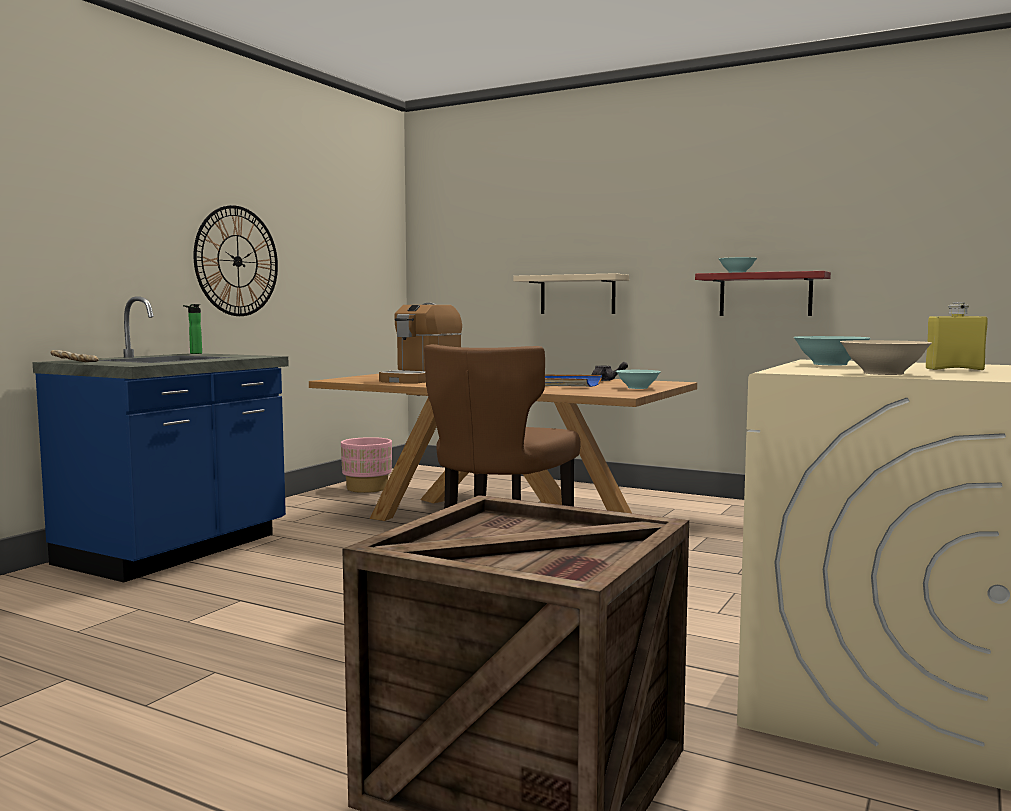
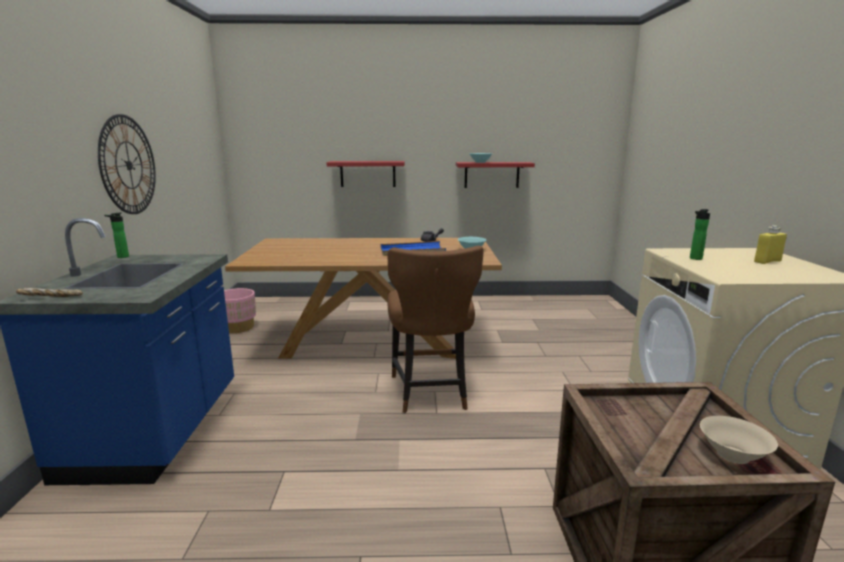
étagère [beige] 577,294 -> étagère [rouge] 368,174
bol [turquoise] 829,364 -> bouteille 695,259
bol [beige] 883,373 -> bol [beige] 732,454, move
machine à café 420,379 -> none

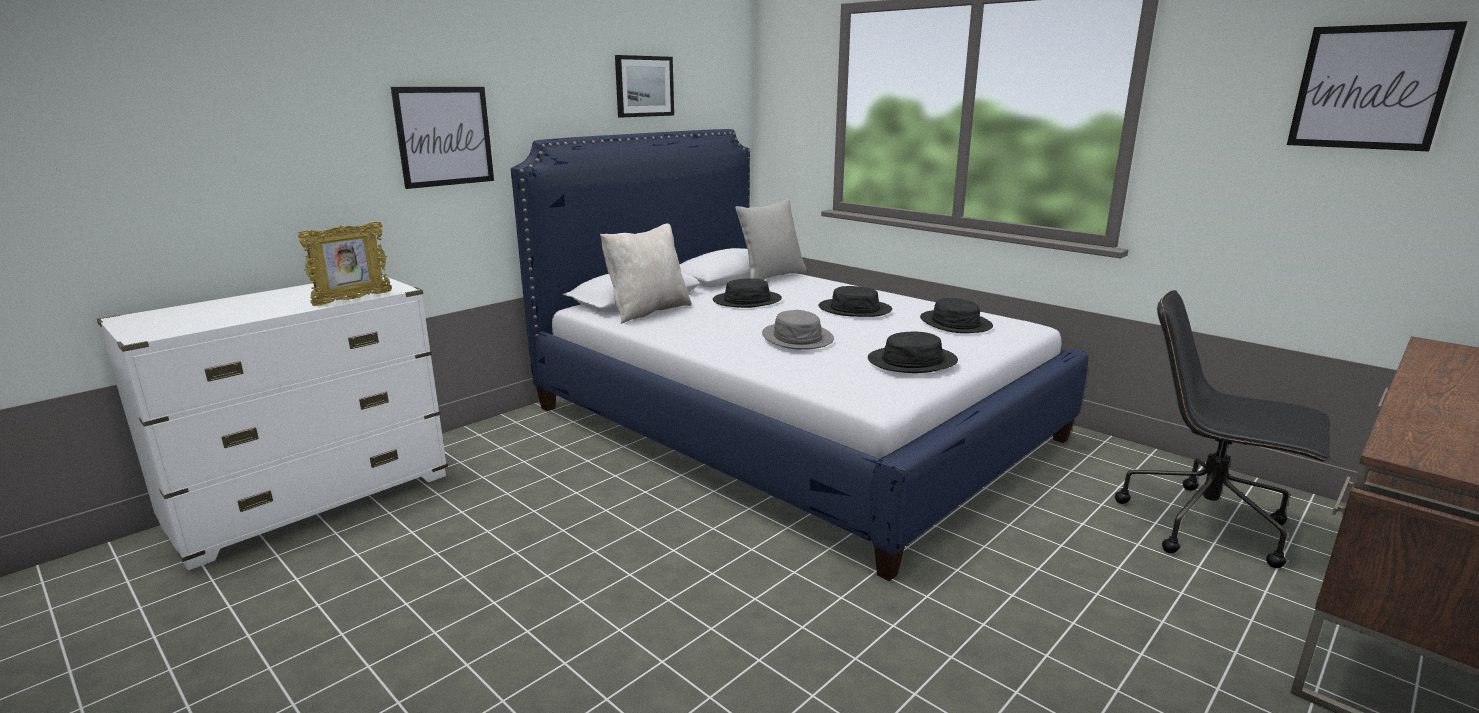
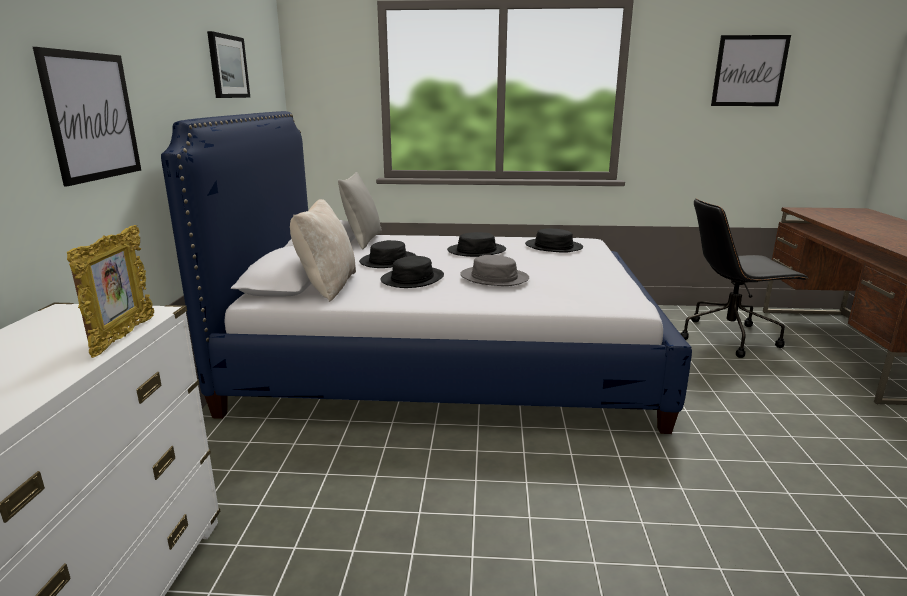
chapeau [noir] 912,361 -> chapeau [noir] 412,279, move

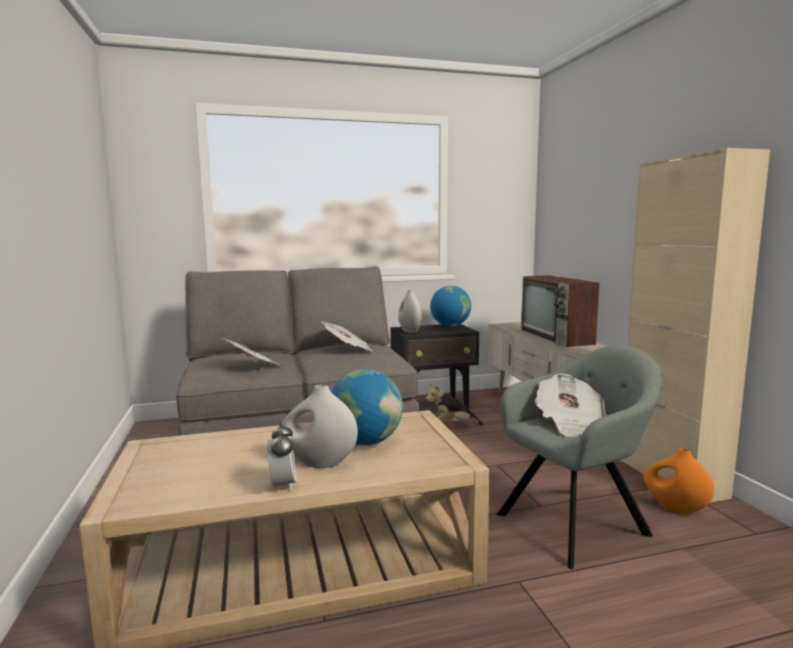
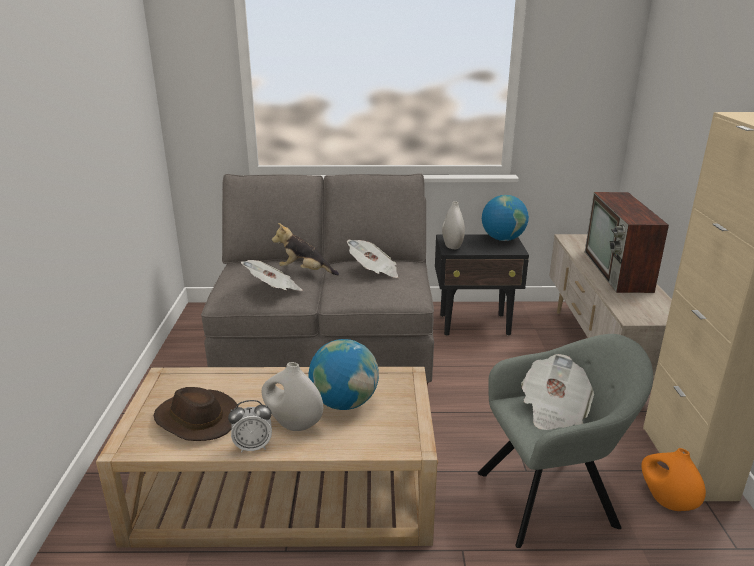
none -> chapeau [marron] 195,419
réveil 283,485 -> réveil 253,446, 75 degrees clockwise
peluche 452,425 -> peluche 305,272, move

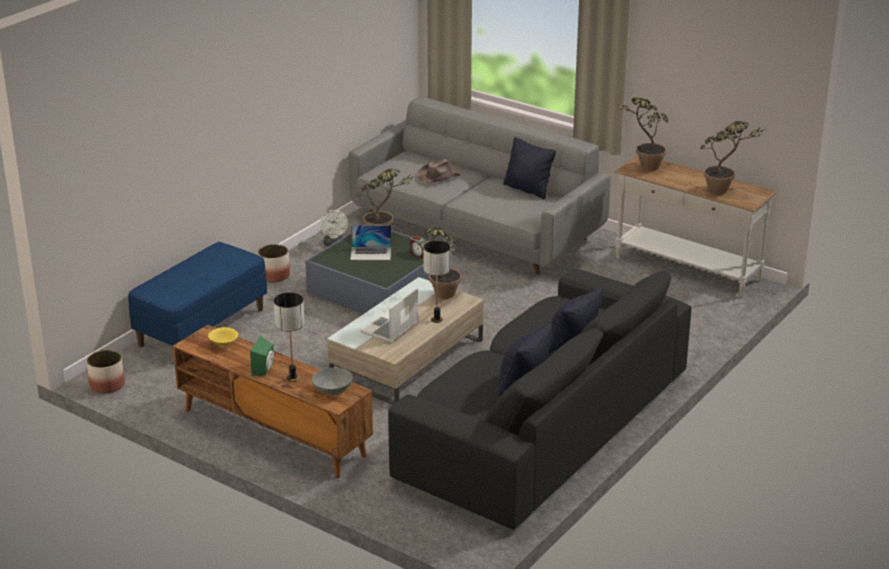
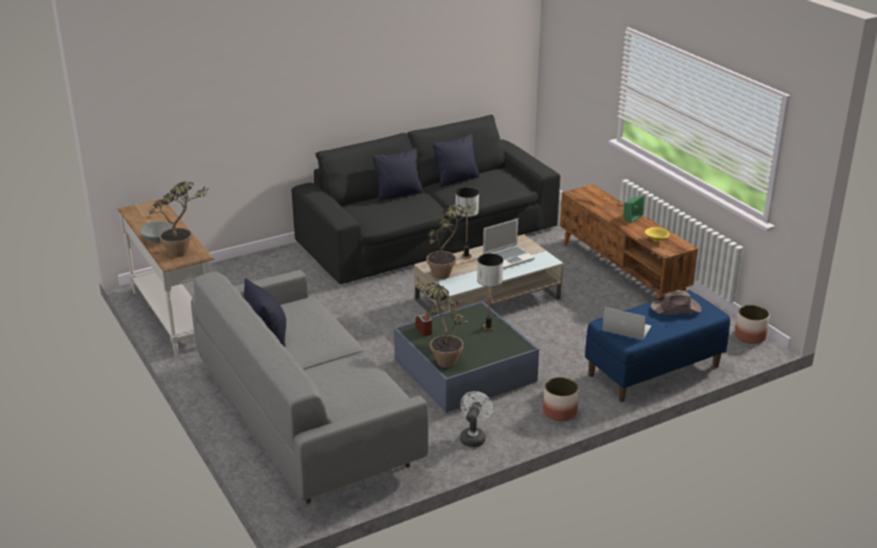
bol [gris] 333,390 -> bol [gris] 157,239, move
lampe de table 292,378 -> lampe de table 488,328, move
ordinateur portable 371,253 -> ordinateur portable 626,328, move
chapeau [marron] 438,175 -> chapeau [marron] 676,308, move
plante en pot 724,192 -> none

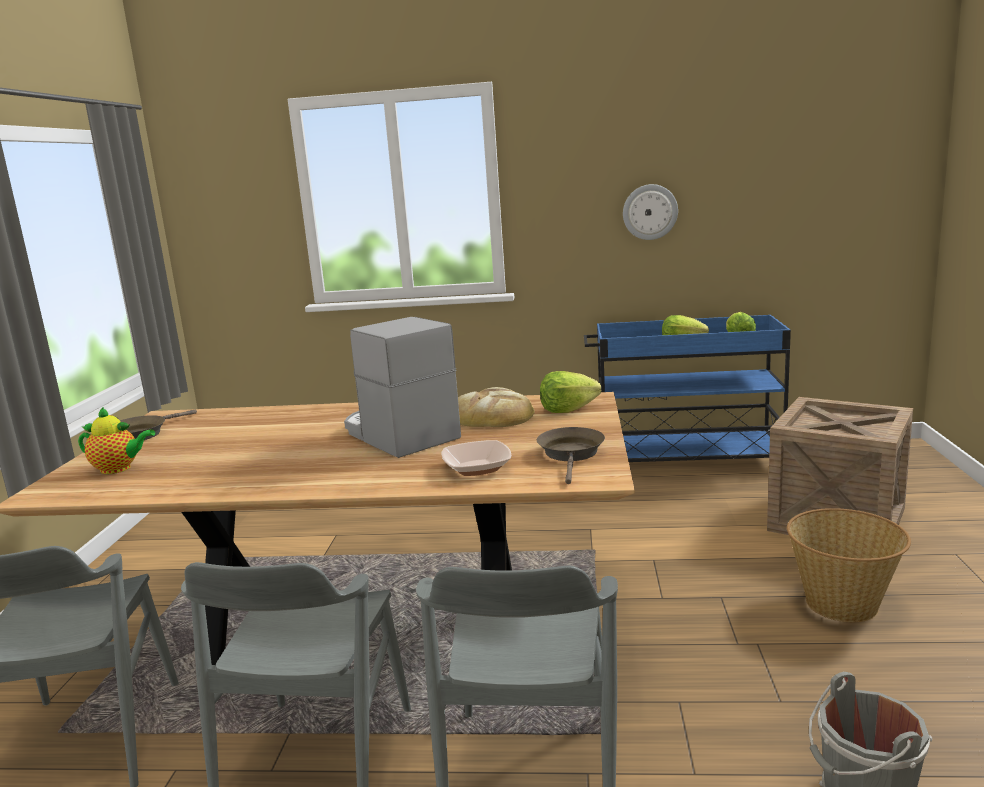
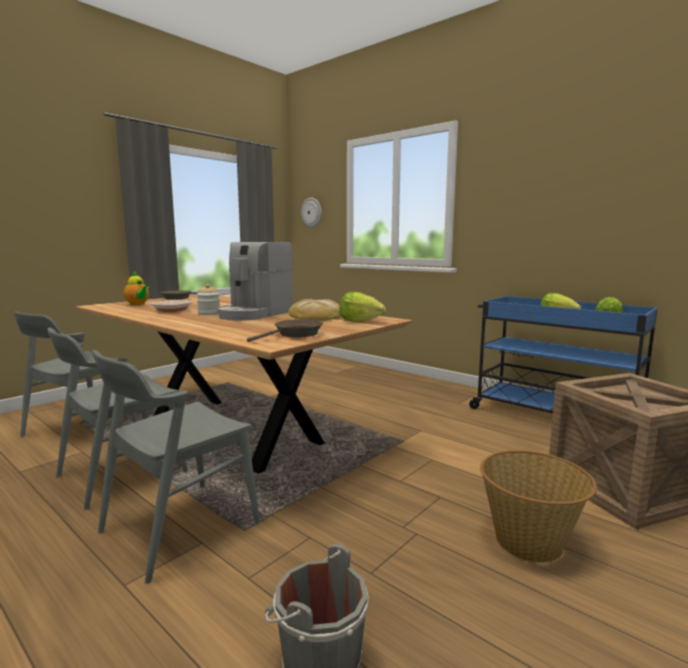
bol 477,468 -> bol 172,310, move
none -> bocal 209,314
machine à café 398,435 -> machine à café 254,314, 150 degrees counterclockwise
horloge murale 650,212 -> horloge murale 311,212, move

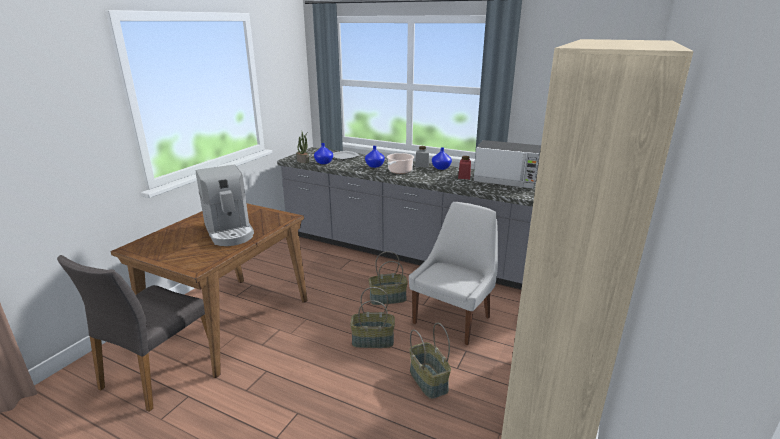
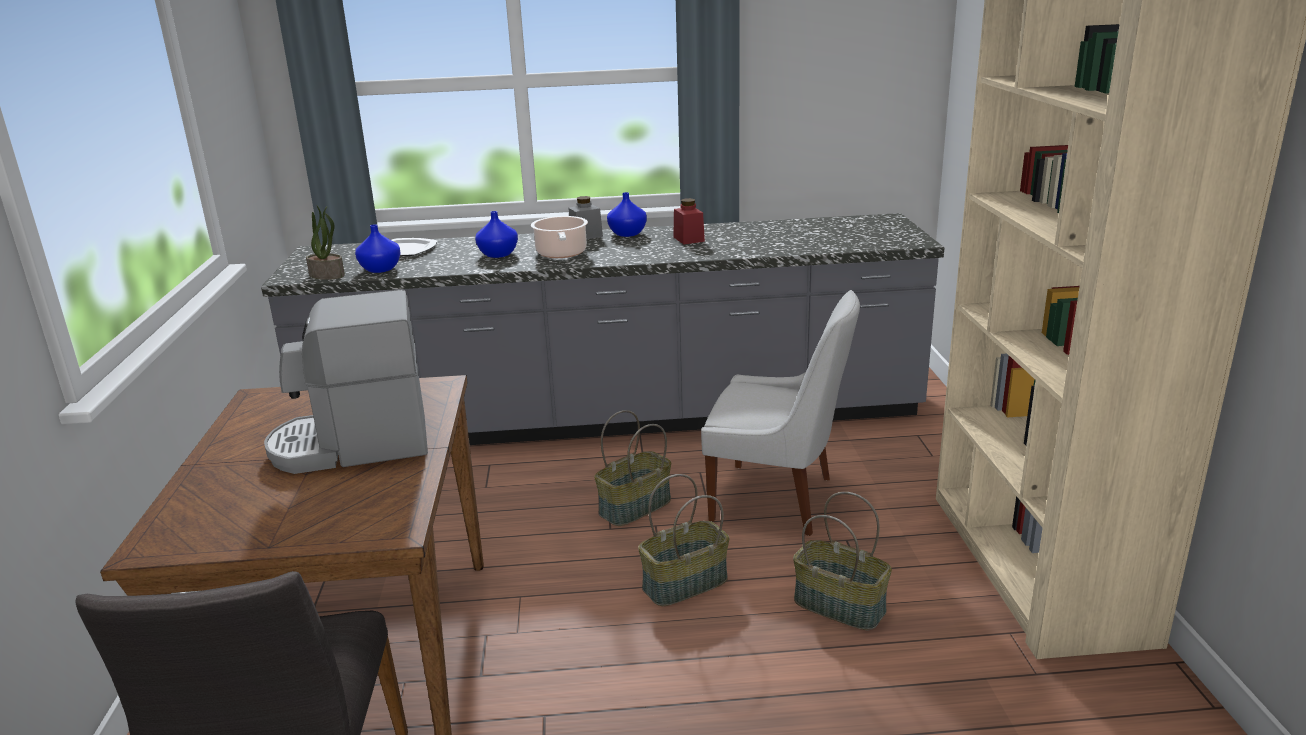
machine à café 229,231 -> machine à café 353,445, 135 degrees clockwise
chaise [blanc] 453,319 -> chaise [blanc] 777,500, 105 degrees clockwise
micro-ondes 506,181 -> none

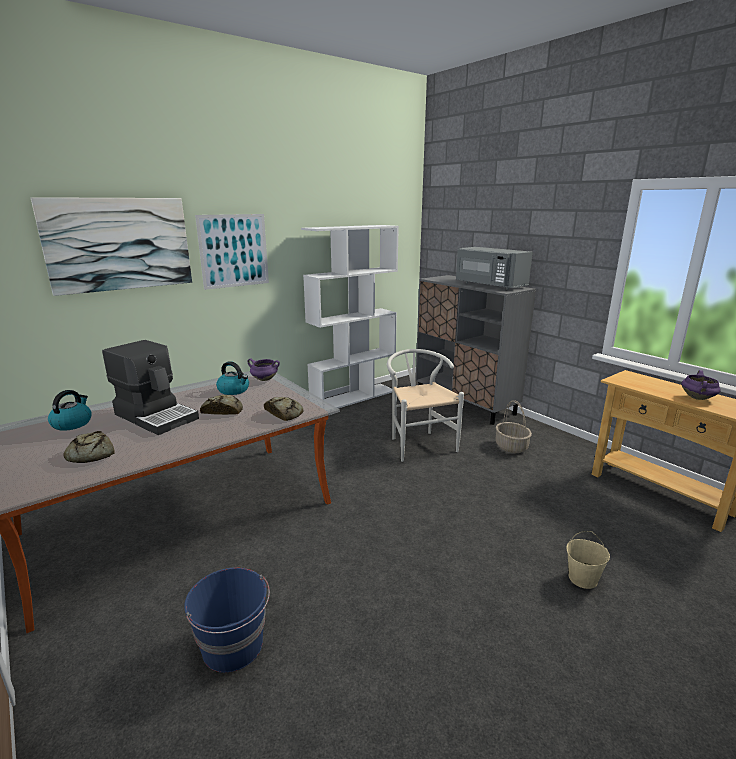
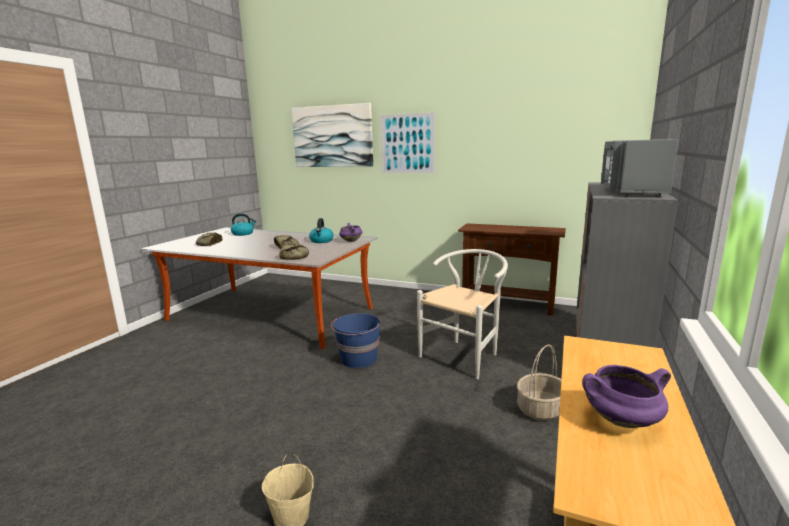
seau [bleu] 233,646 -> seau [bleu] 358,359, move
bibliothèque [blanc] 353,397 -> table console [marron] 507,304
machine à café 157,416 -> none

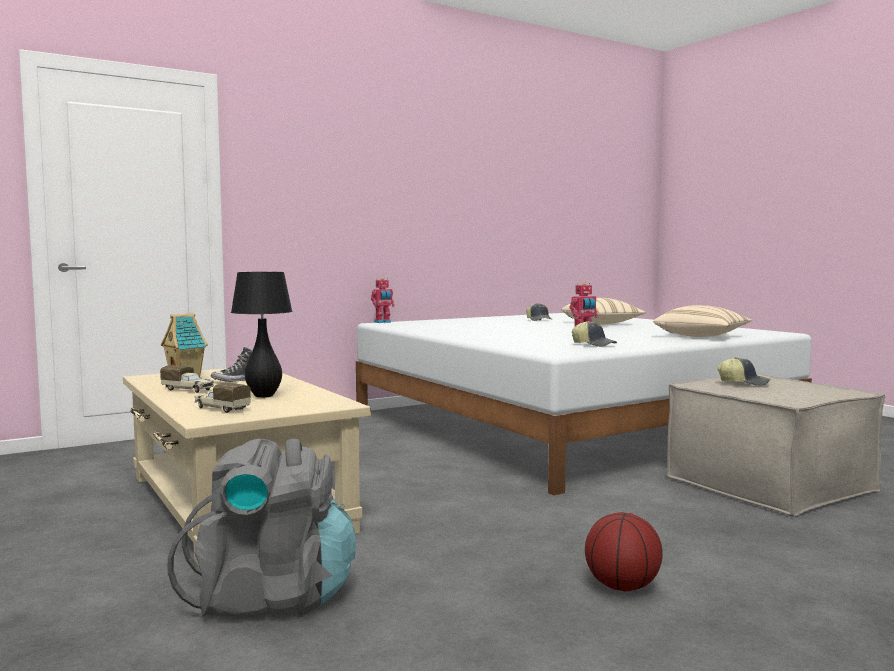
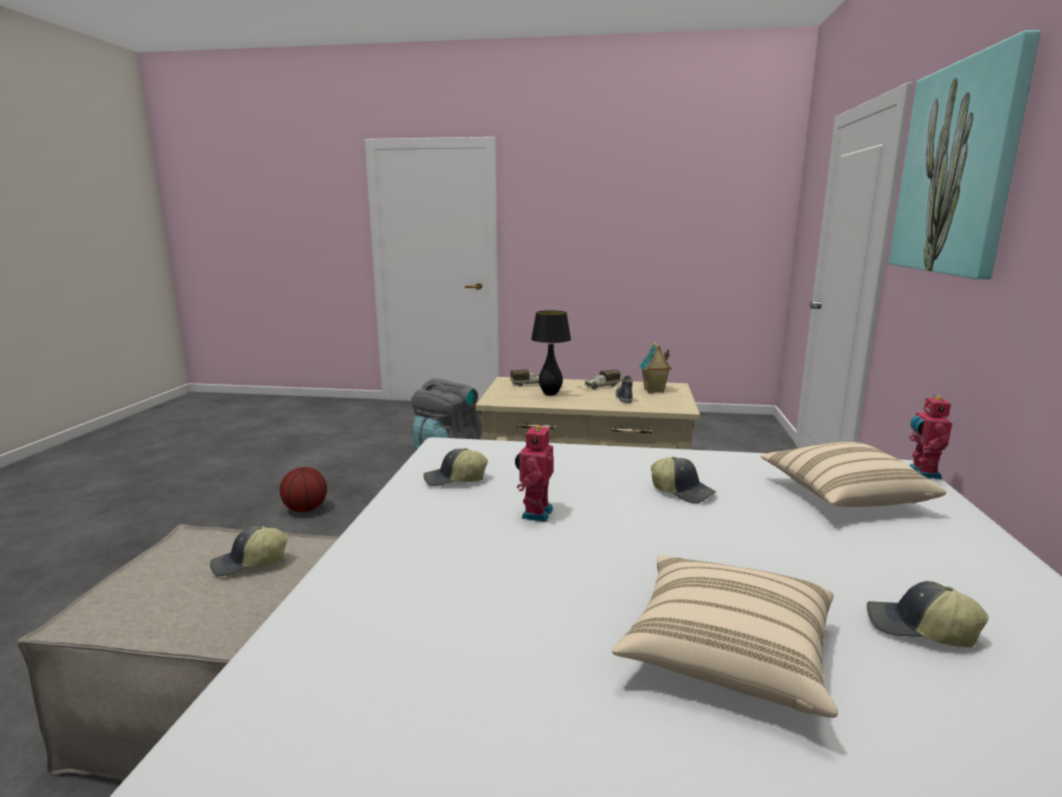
none -> casquette 682,491
coussin [beige] 702,336 -> coussin [beige] 843,496, move
none -> tableau 958,169

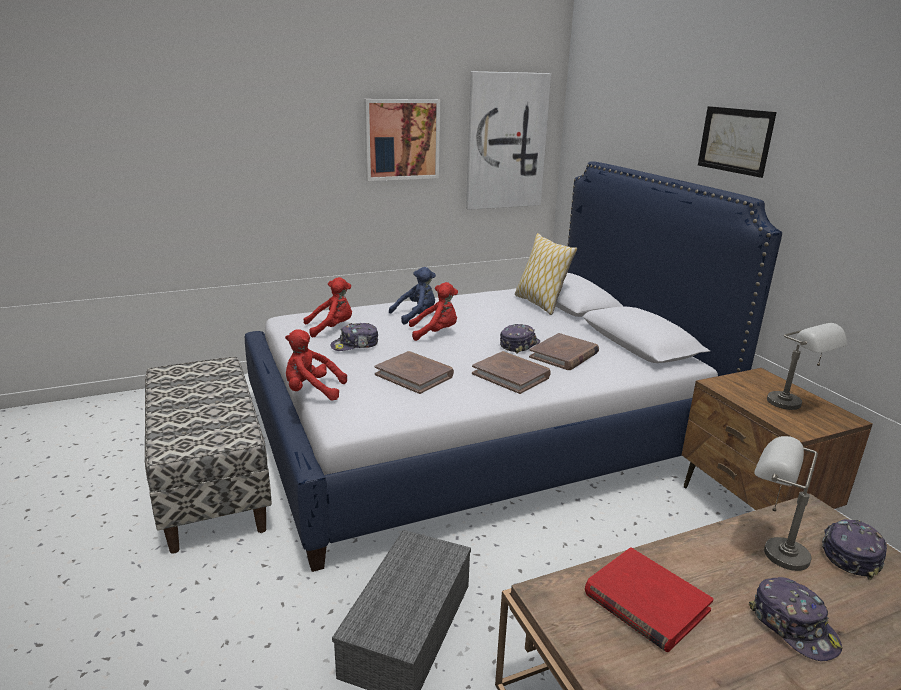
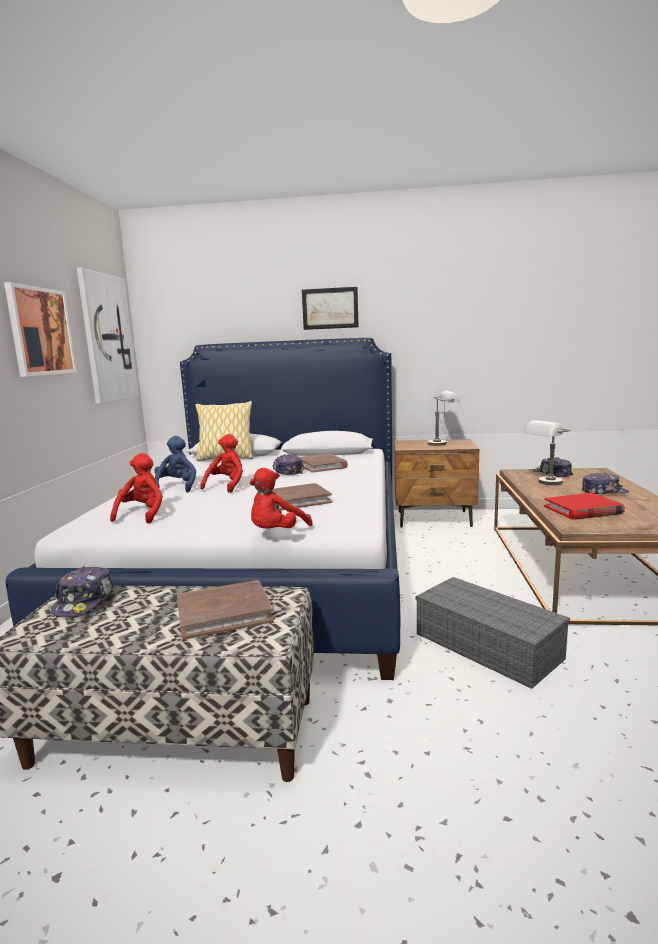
casquette 355,345 -> casquette 85,601, move
livre [marron] 511,375 -> livre [marron] 224,613, move

